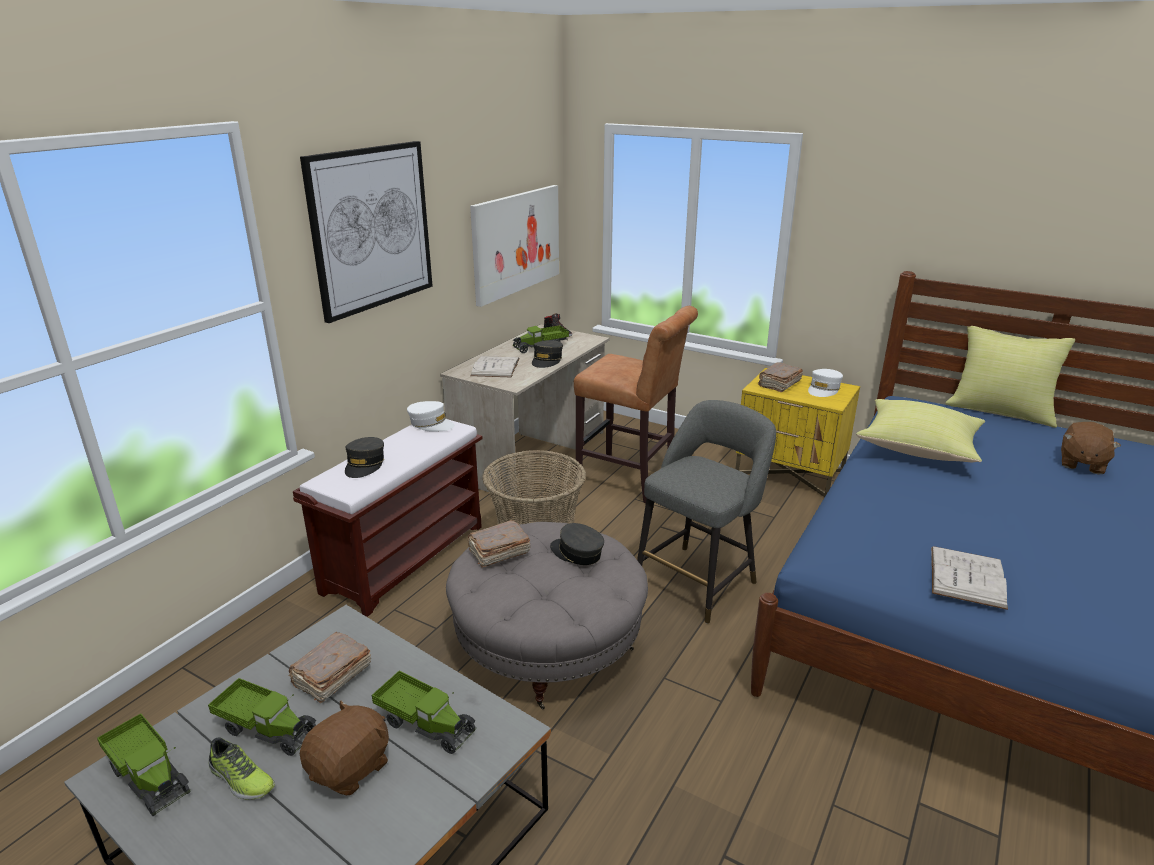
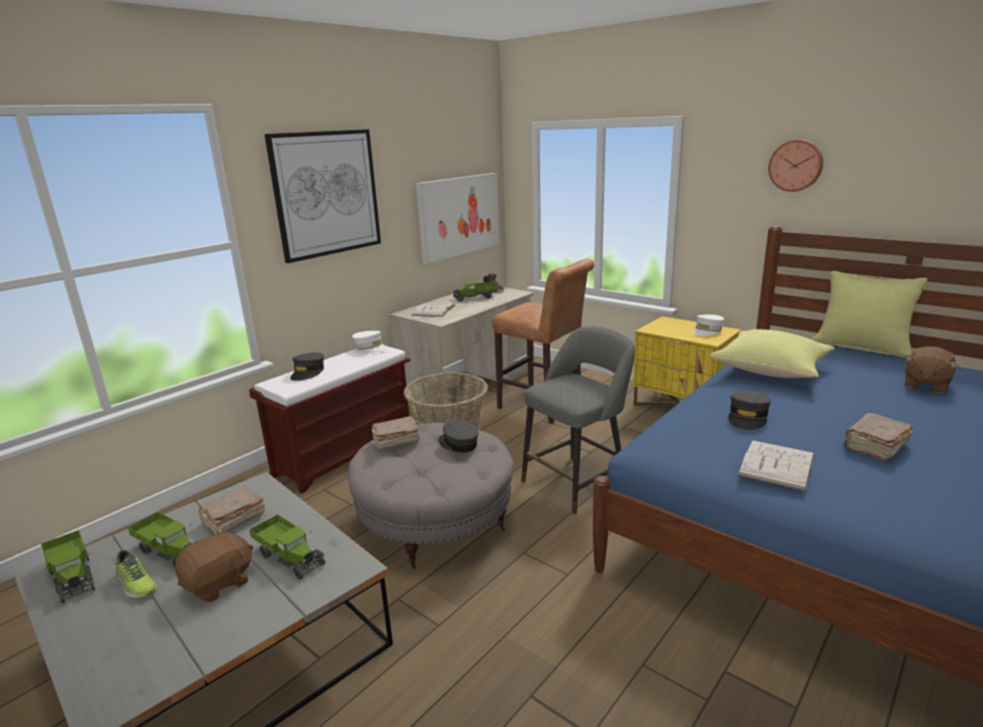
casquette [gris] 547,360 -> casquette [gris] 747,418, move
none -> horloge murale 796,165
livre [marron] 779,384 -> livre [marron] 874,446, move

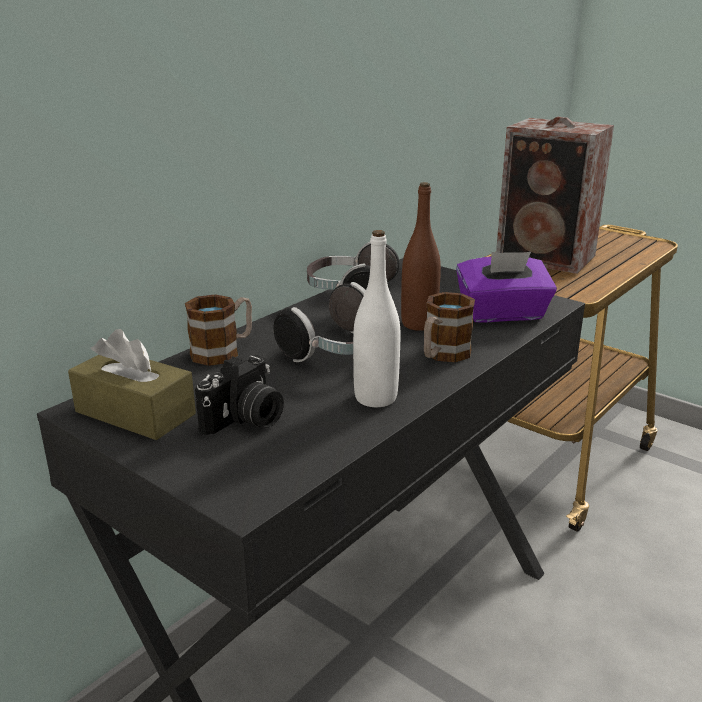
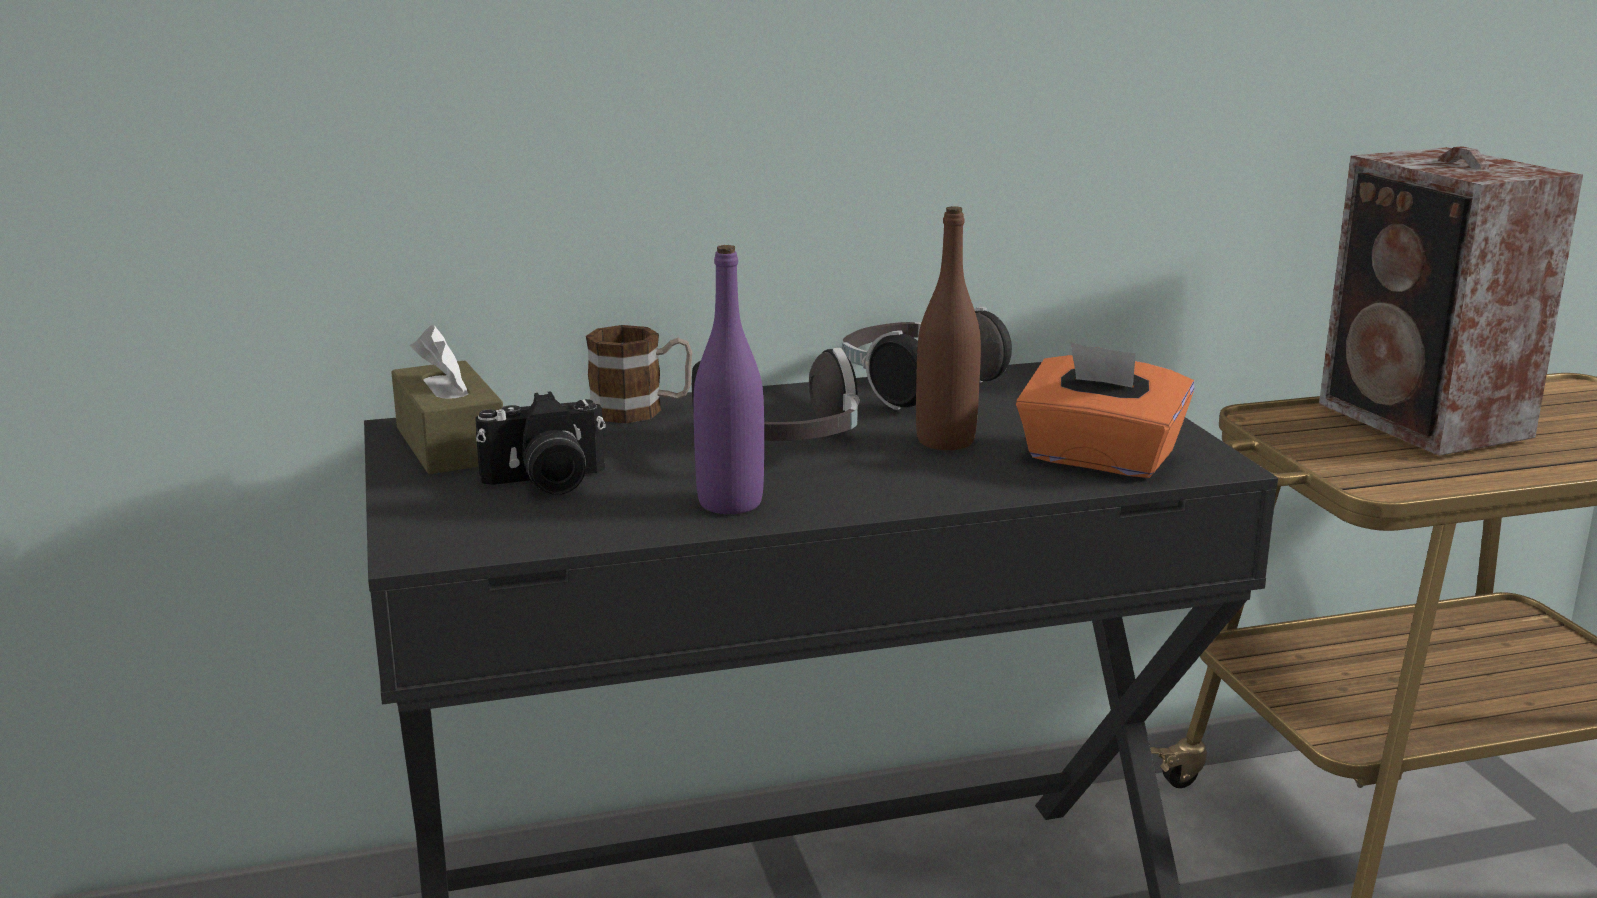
bouteille [blanc] 375,398 -> bouteille [violet] 730,503
boîte à mouchoirs [violet] 502,314 -> boîte à mouchoirs [orange] 1099,459
mug 442,355 -> none

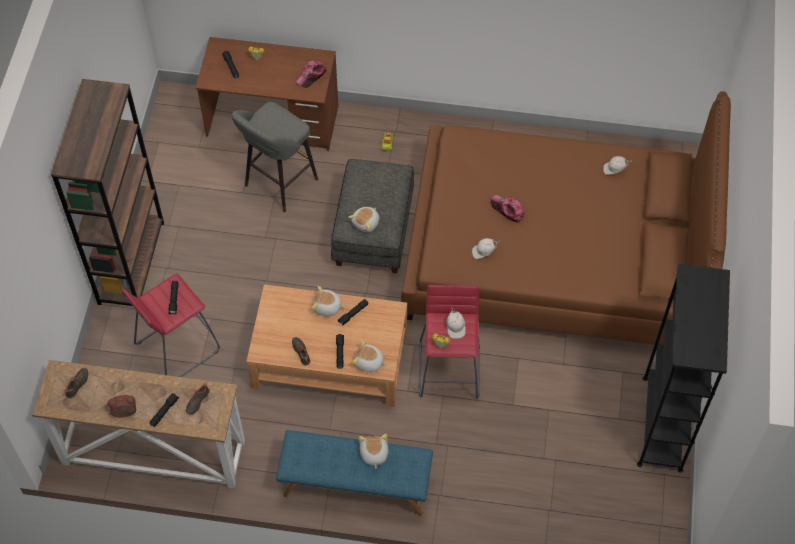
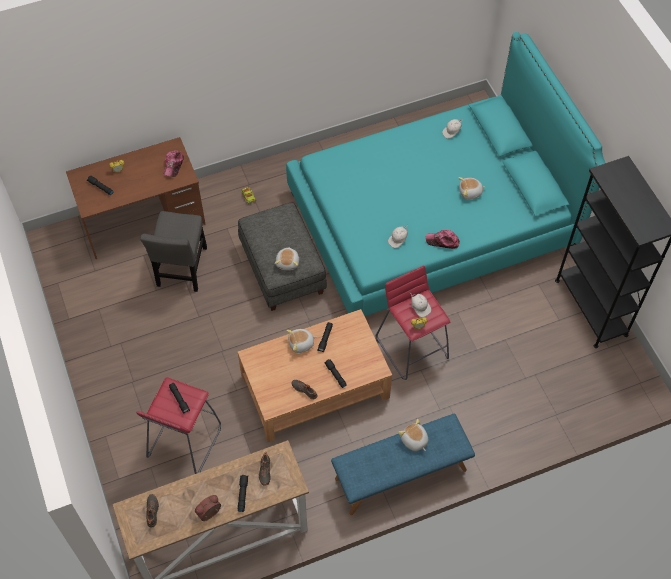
tabouret [gris] 278,185 -> chaise [gris] 182,270
lit [marron] 555,253 -> lit [turquoise] 431,219
casquette 507,209 -> casquette 442,241, move
peluche 369,362 -> peluche 470,192, move
bibliothèque [marron] 131,262 -> none

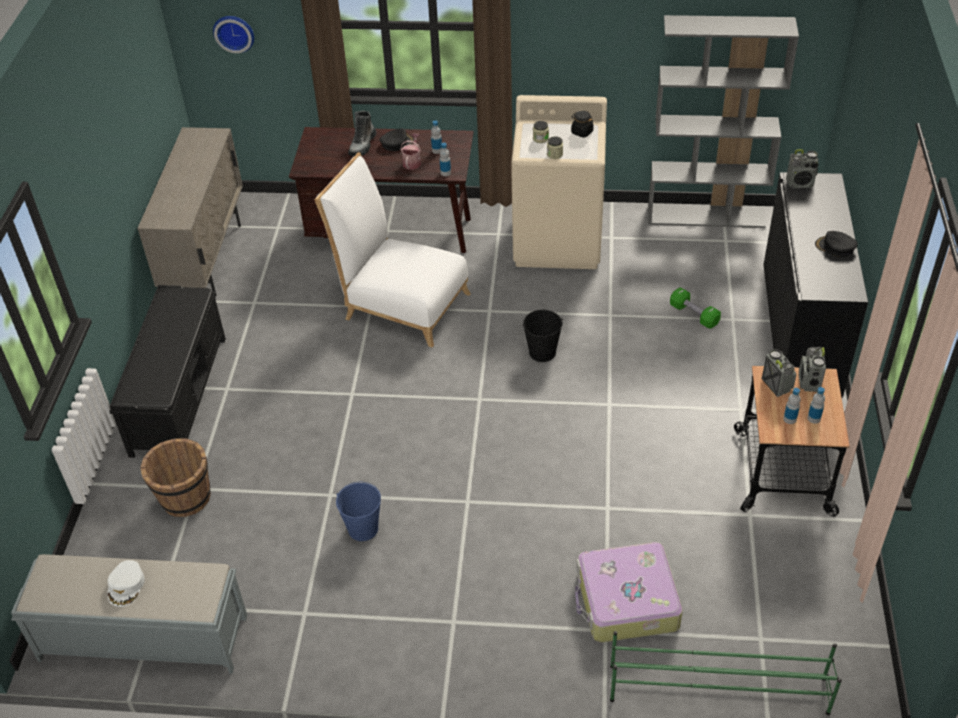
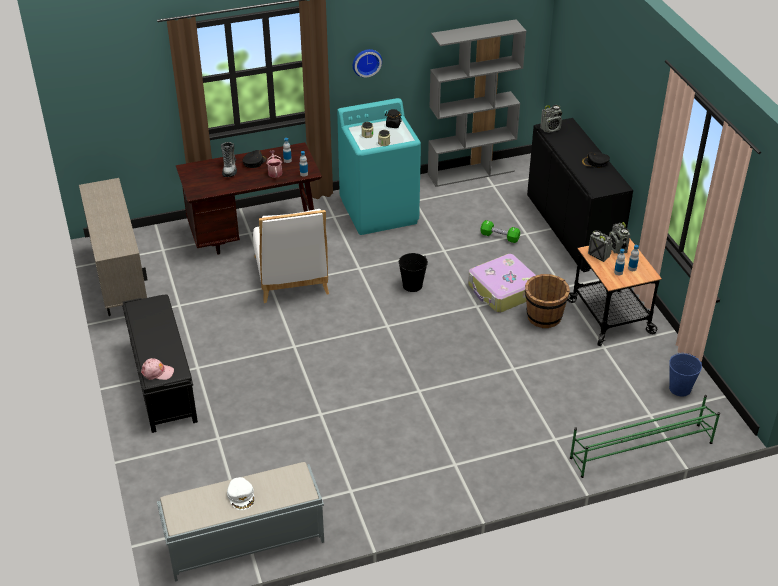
none -> casquette [rose] 157,372
chaise [blanc] 400,303 -> chaise [blanc] 291,279, 105 degrees counterclockwise
lave-linge [beige] 558,241 -> lave-linge [turquoise] 379,211
horloge murale 234,32 -> horloge murale 366,62, move
valise 626,602 -> valise 503,291, move
seau [marron] 185,498 -> seau [marron] 543,317, move
seau [bleu] 363,529 -> seau [bleu] 680,388, move

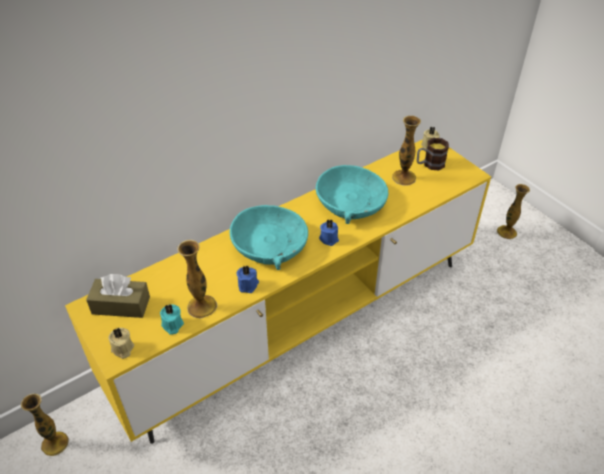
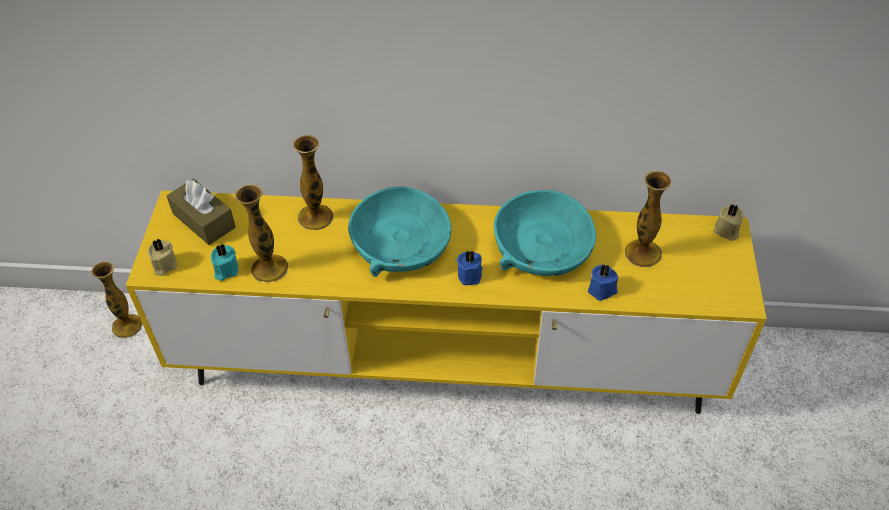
vase 506,232 -> vase 315,217, move
bougie [bleu] 248,285 -> bougie [bleu] 602,290, move
mug 429,164 -> none

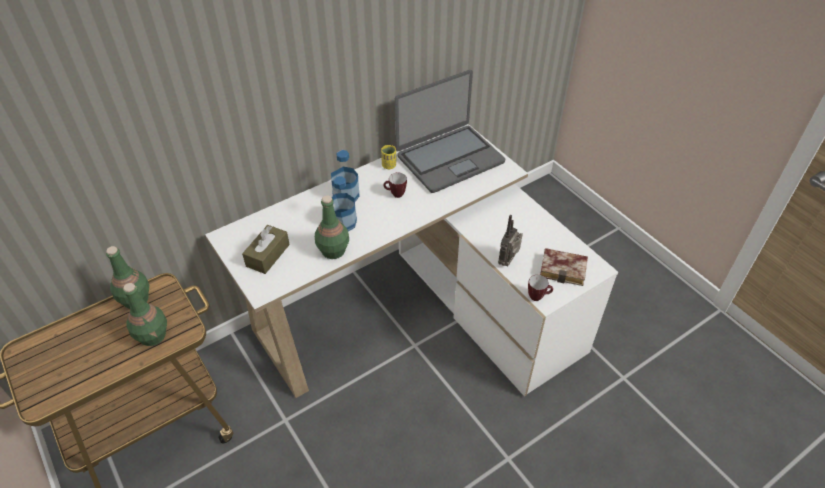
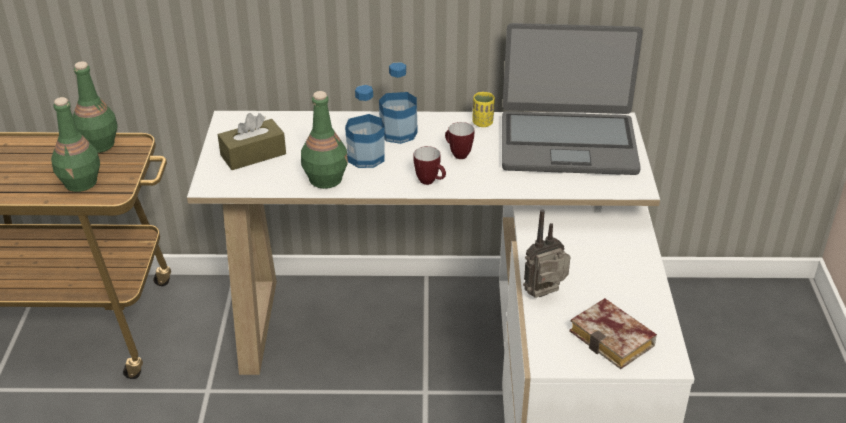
mug 538,297 -> mug 430,182, move

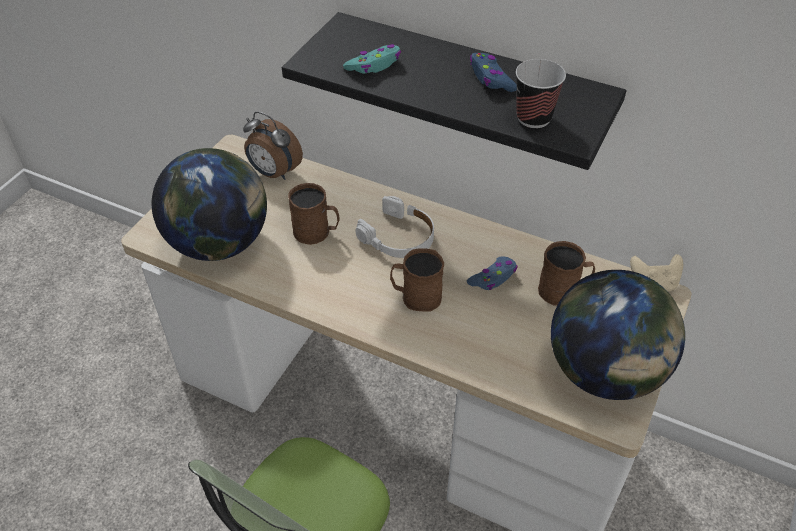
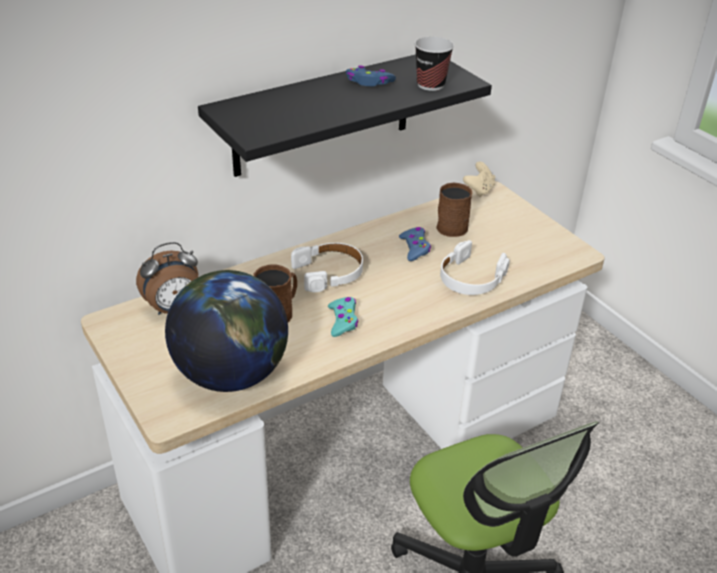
manette [turquoise] 374,65 -> manette [turquoise] 343,321, move
none -> casque audio [blanc] 470,278
mug [marron] 416,296 -> none
globe 605,372 -> none

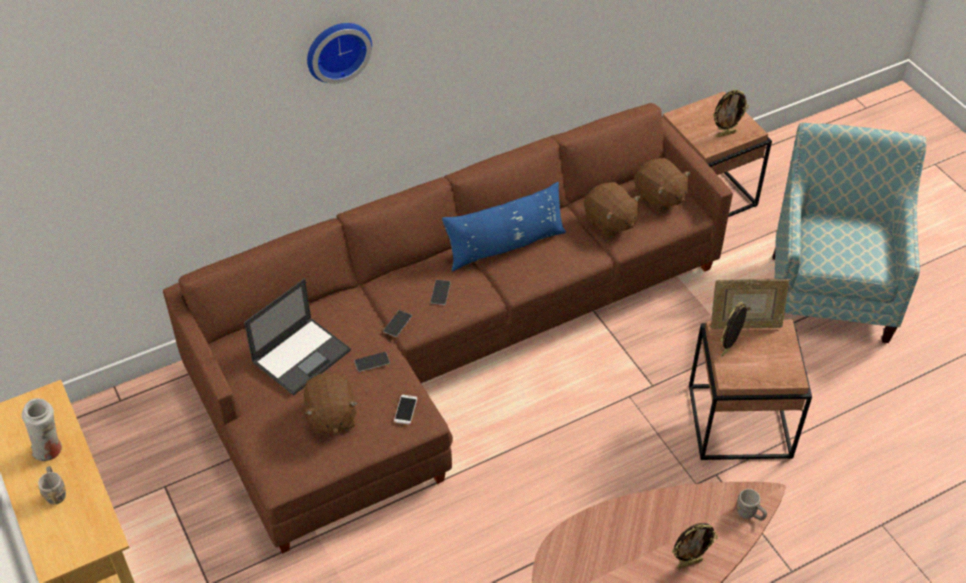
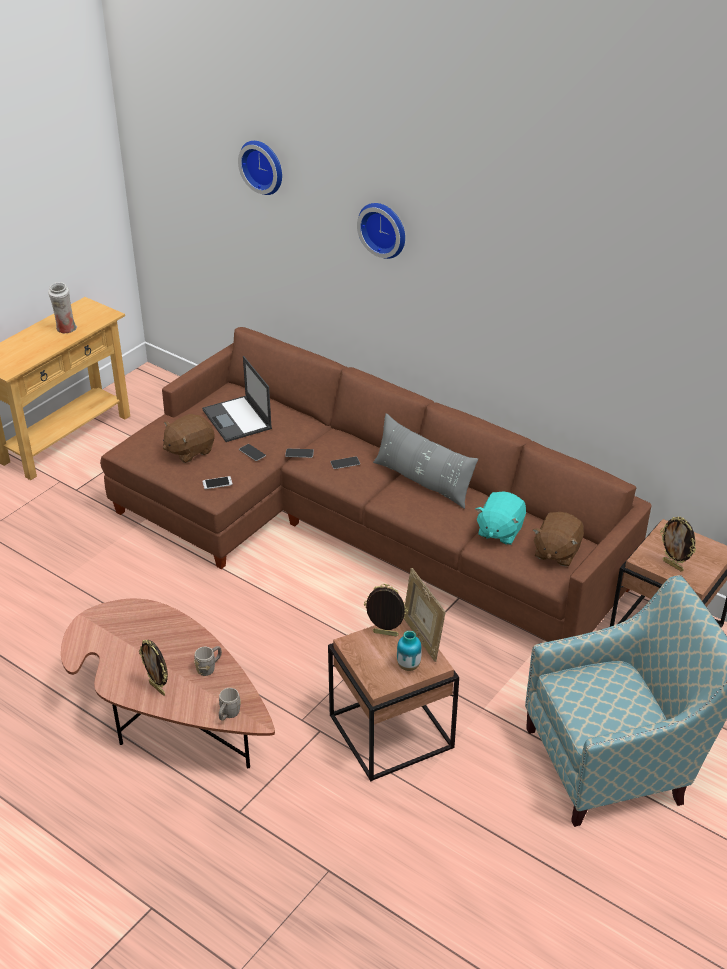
mug [gris] 55,492 -> mug [gris] 209,667, move
ordinateur portable 302,355 -> ordinateur portable 237,419, 45 degrees clockwise
none -> horloge murale 263,166
coussin [bleu] 505,246 -> coussin [gris] 422,481
none -> vase 408,666
peluche [marron] 609,222 -> peluche [turquoise] 499,531

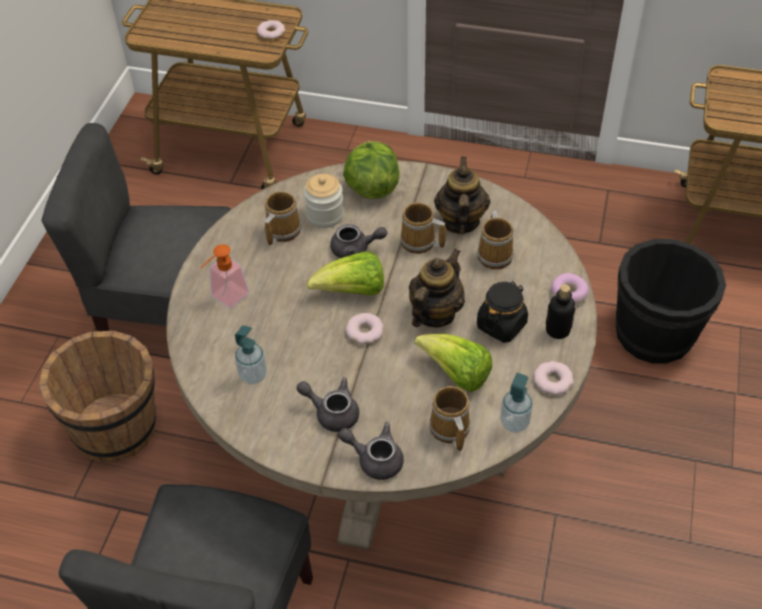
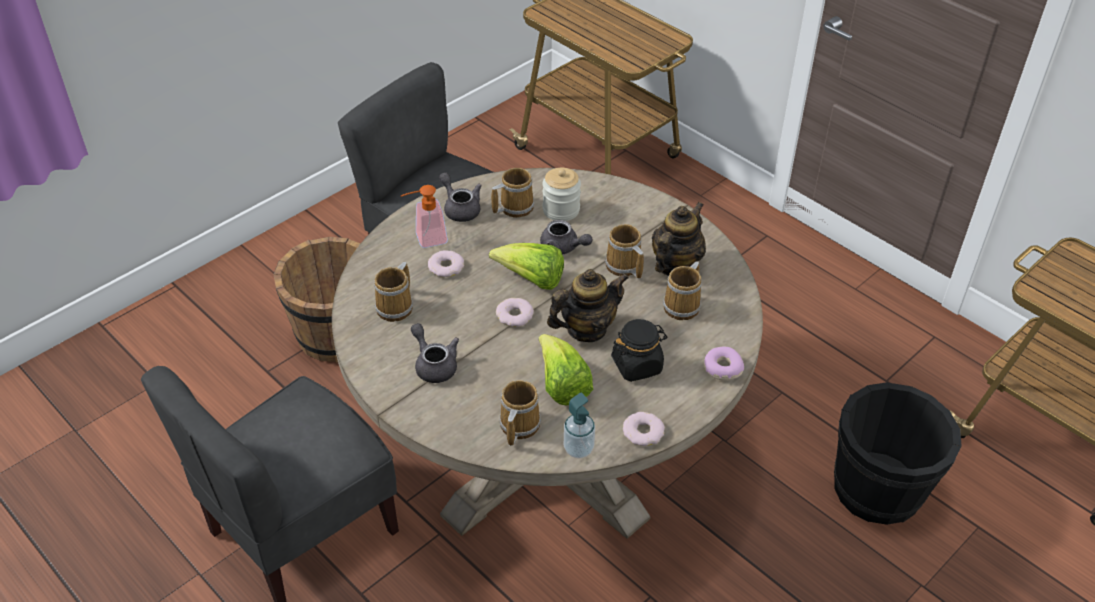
distributeur de savon 253,375 -> mug 397,307
beignet 271,32 -> beignet 446,267, move
théière [gris] 375,459 -> théière [gris] 460,208, move
laitue 371,188 -> none
bouteille 557,330 -> none

